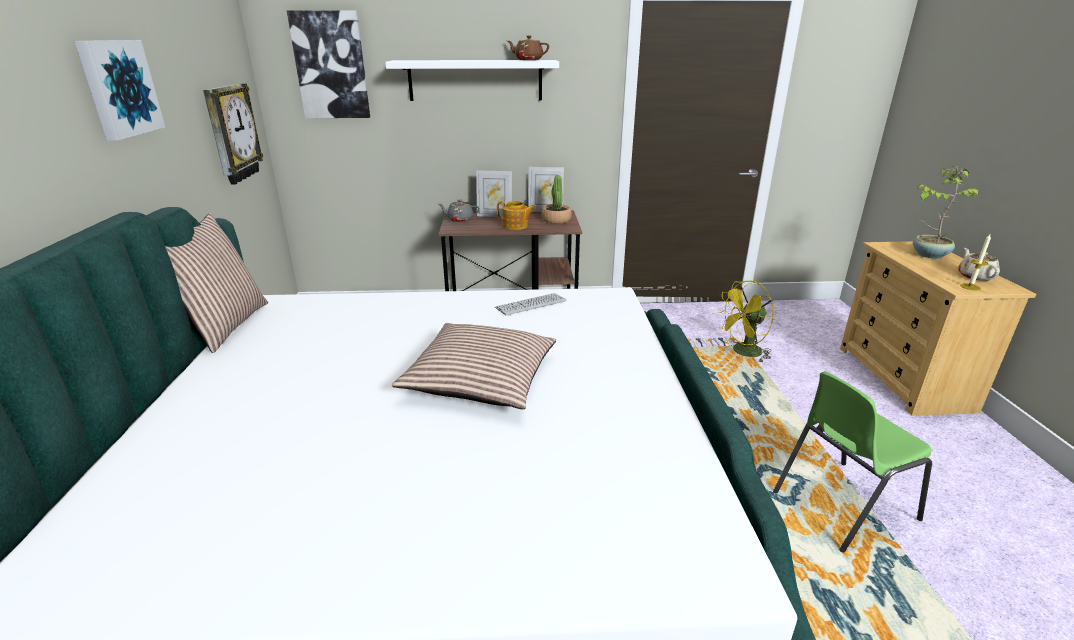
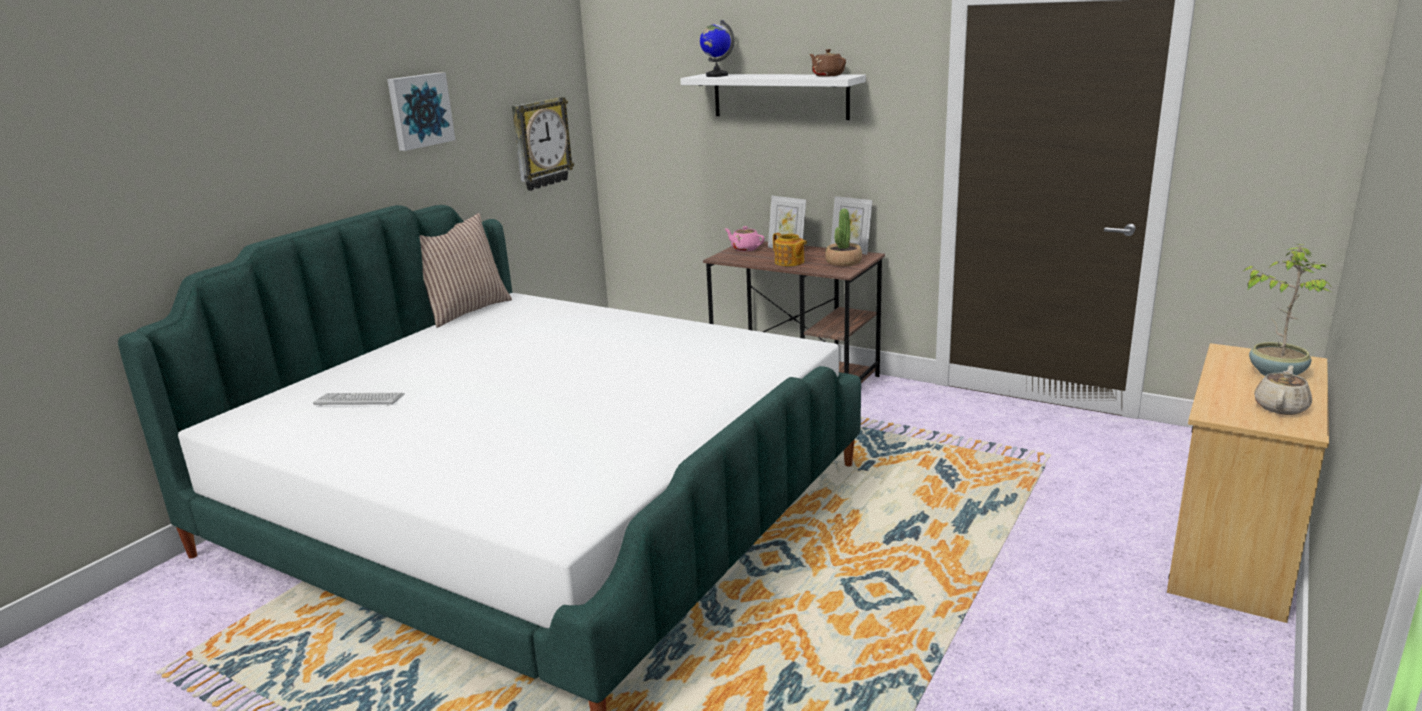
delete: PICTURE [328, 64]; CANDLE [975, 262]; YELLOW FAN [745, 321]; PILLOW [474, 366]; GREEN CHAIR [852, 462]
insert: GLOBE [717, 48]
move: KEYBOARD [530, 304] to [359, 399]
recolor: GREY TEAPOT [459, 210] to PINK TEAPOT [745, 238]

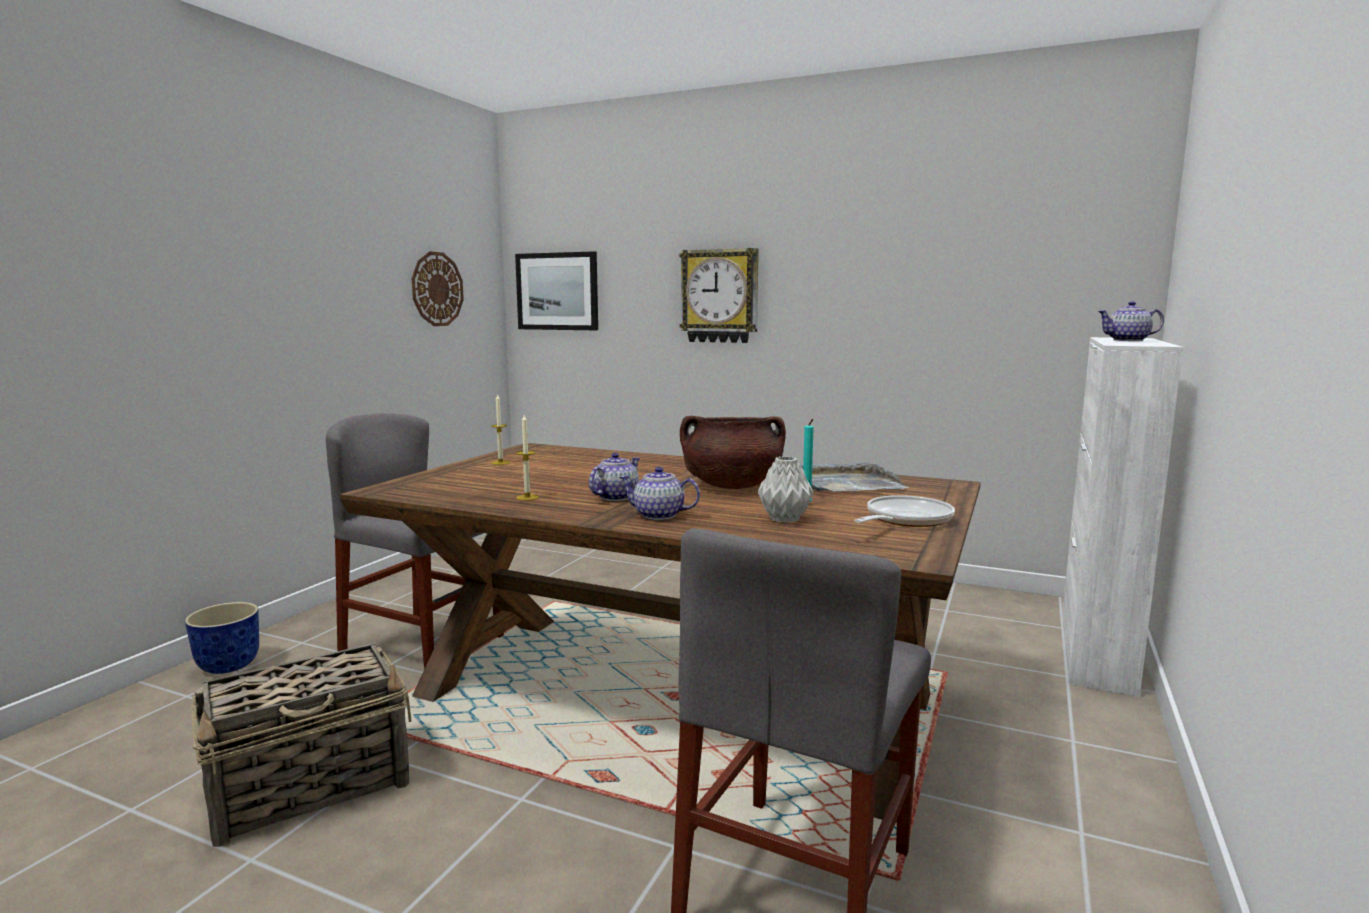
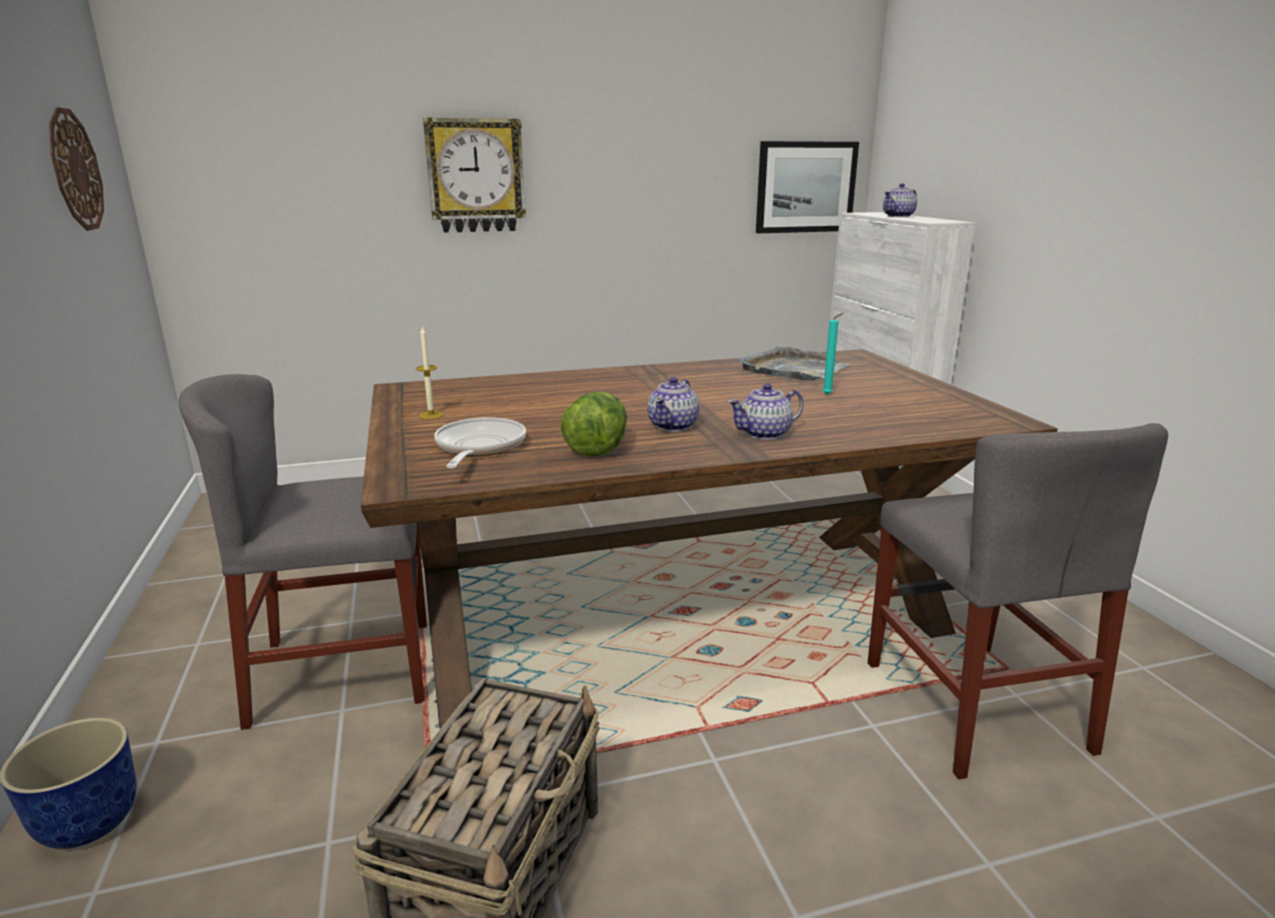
delete: BROWN COOKING POT [733, 452]; GREY VASE [786, 489]
move: PICTURE [556, 290] to [807, 187]; FRYING PAN [904, 511] to [480, 442]
replace: CANDLE [527, 458] to LETTUCE [594, 424]
rotate: TEAPOT [614, 477] = [673, 404] 150 degrees counterclockwise

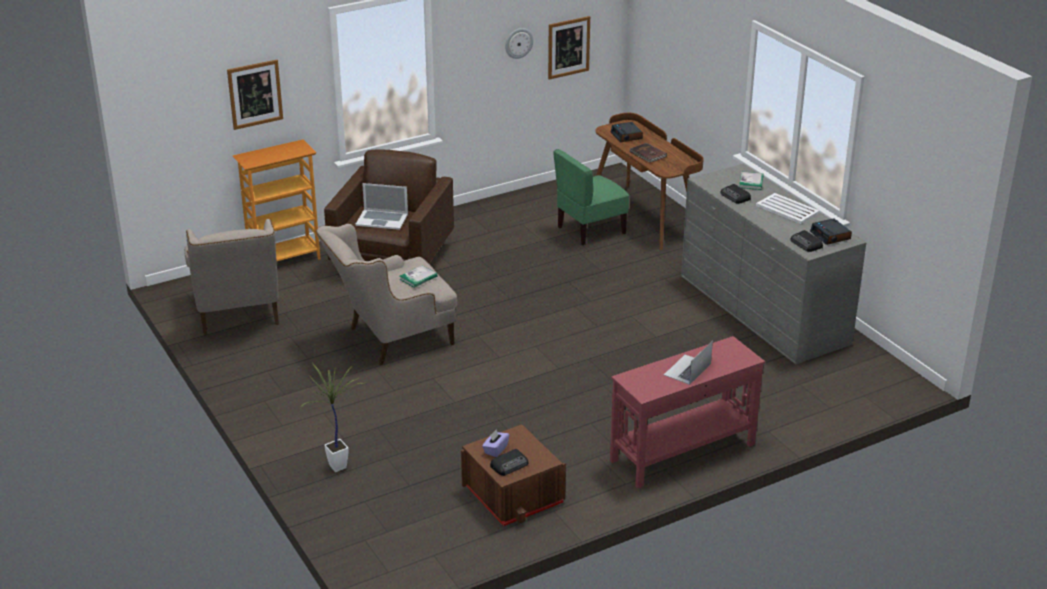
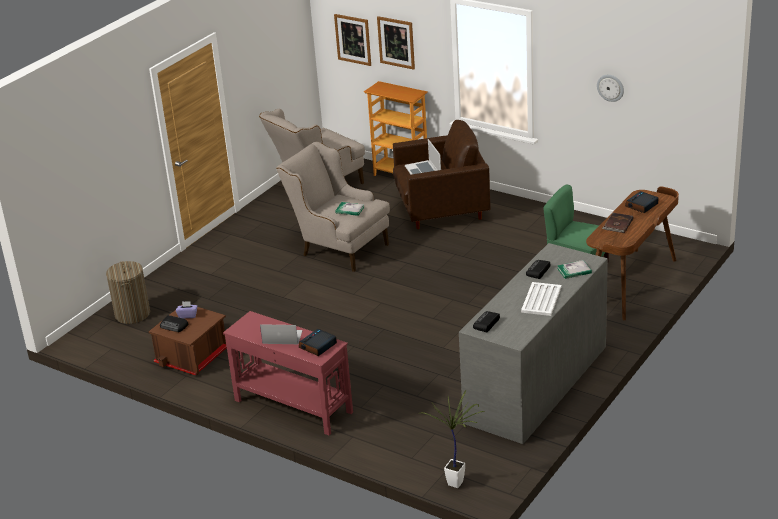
insert: LAUNDRY BASKET [128, 292]
move: PICTURE [569, 48] to [352, 40]; ALARM CLOCK [831, 231] to [318, 342]; POTTED PLANT [334, 417] to [451, 439]

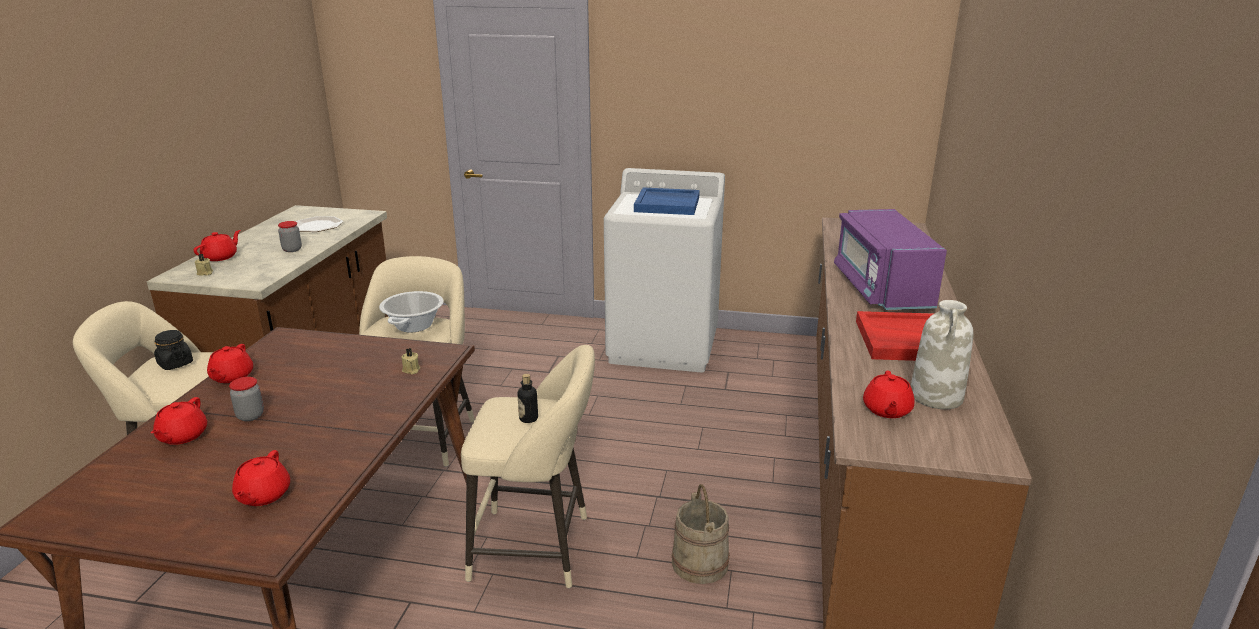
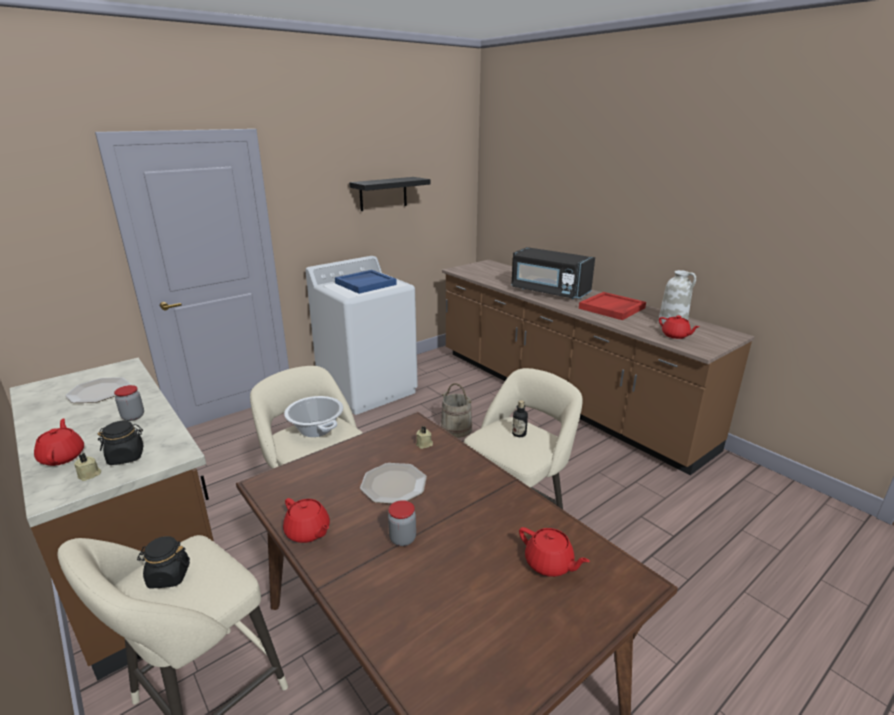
delete: RED TEAPOT [179, 421]
insert: BLACK SHELF [390, 194]; BLACK JAR [121, 443]; PLATE [393, 483]
move: BEIGE BUCKET [700, 534] to [456, 410]
recolor: PURPLE MICROWAVE [890, 259] to BLACK MICROWAVE [553, 273]

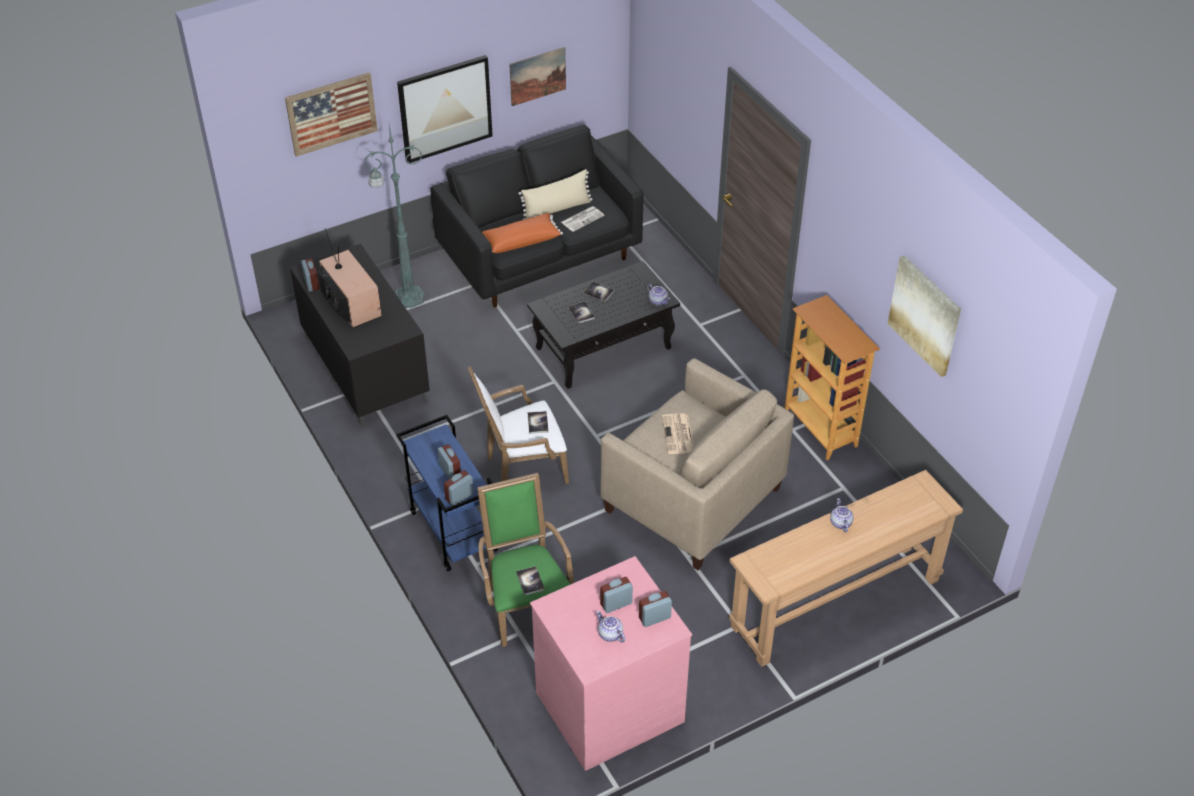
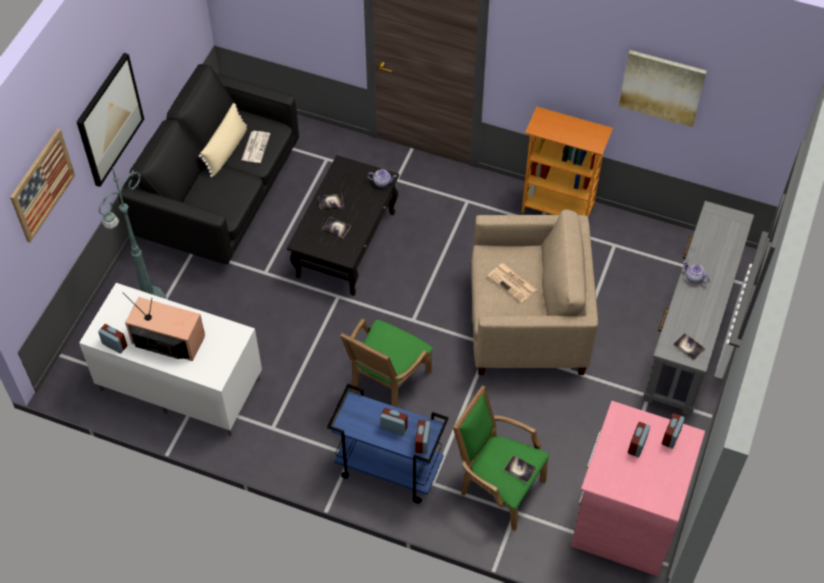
delete: PICTURE [537, 76]; ORANGE PILLOW [522, 233]; TEAPOT [610, 627]
move: BOOK [538, 422] to [689, 347]
recolor: BLACK TV STAND [360, 336] to WHITE TV STAND [170, 359]; WHITE ARMCHAIR [518, 425] to GREEN ARMCHAIR [386, 363]; BROWN CONSOLE TABLE [846, 568] to GREY CONSOLE TABLE [698, 308]

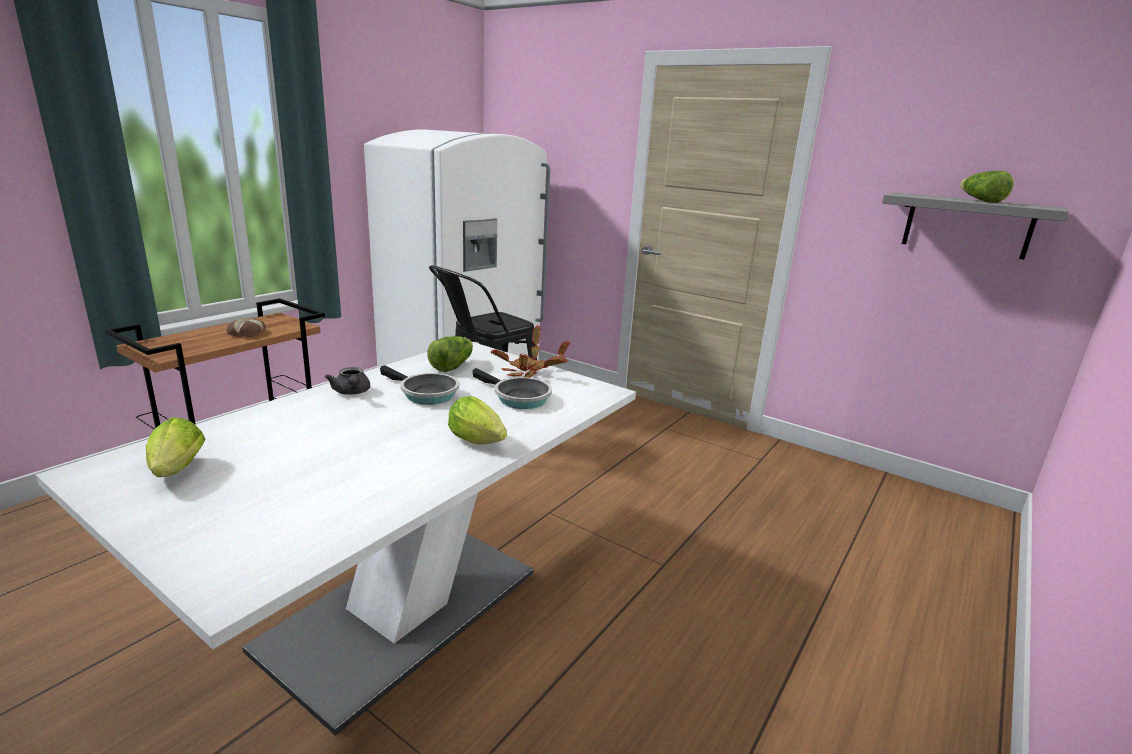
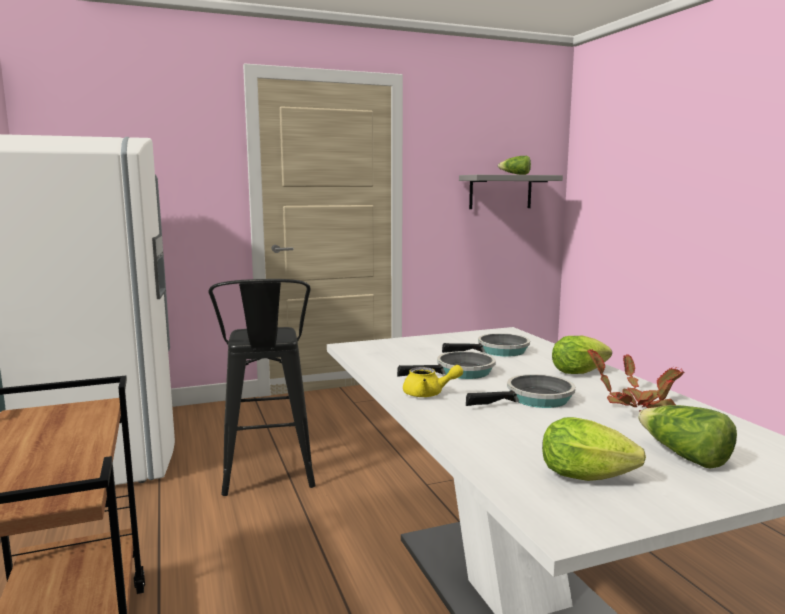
delete: BREAD [246, 327]
insert: FRYING PAN [520, 391]
move: POTTED PLANT [530, 352] to [635, 380]; LETTUCE [450, 354] to [687, 436]
recolor: GREY TEAPOT [347, 381] to YELLOW TEAPOT [433, 381]

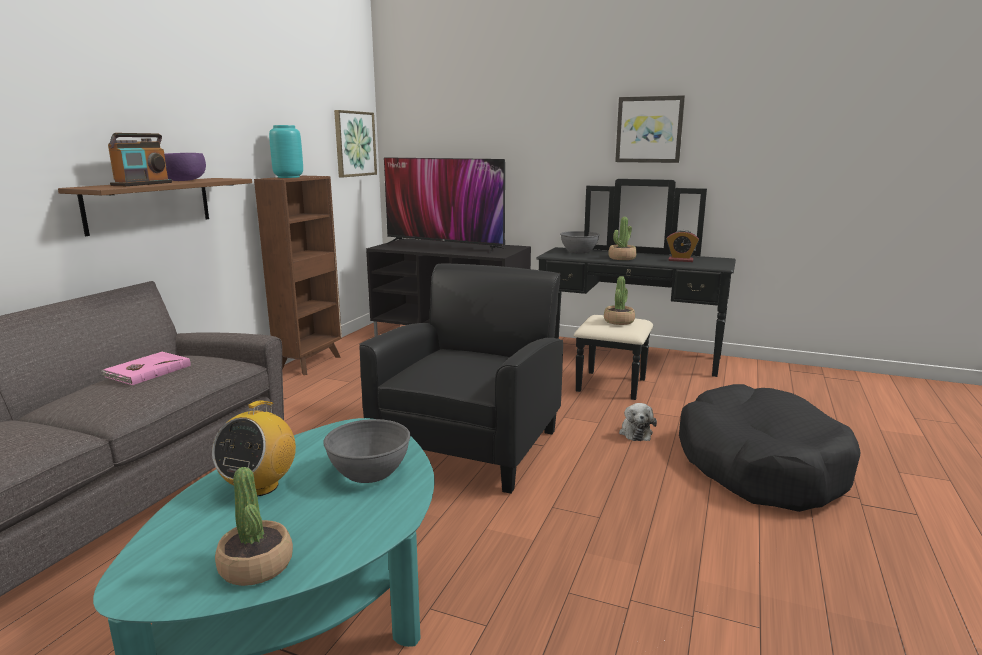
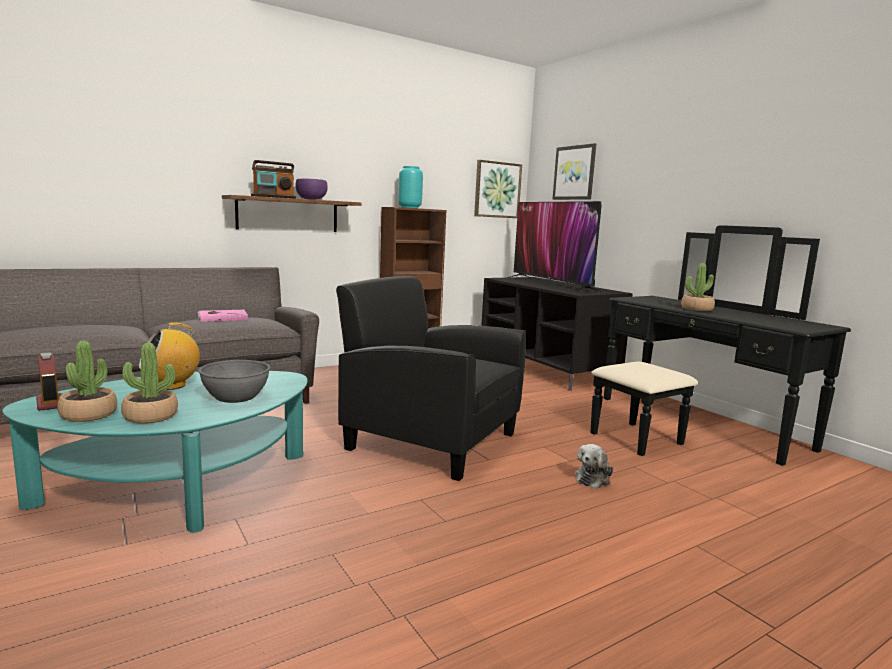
delete: GREY BOWL [580, 242]; BLACK DOG BED [769, 448]
move: PICTURE [650, 129] to [574, 171]; ALARM CLOCK [682, 246] to [49, 381]; POTTED PLANT [619, 300] to [149, 383]
rotate: BLACK ARMCHAIR [461, 378] = [431, 378] 120 degrees counterclockwise

